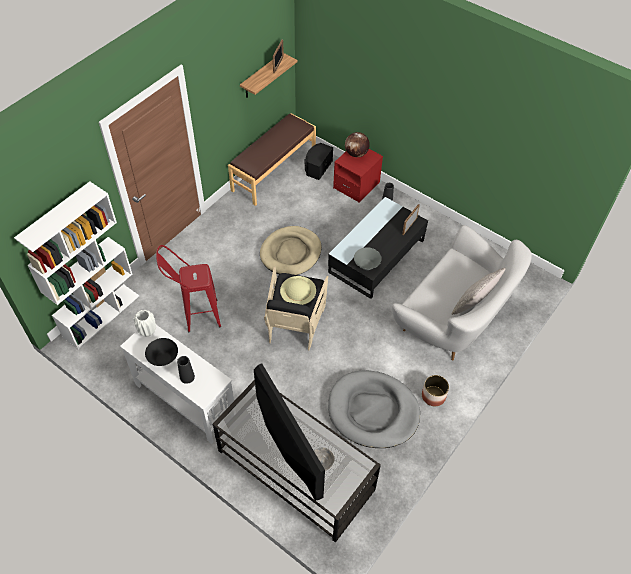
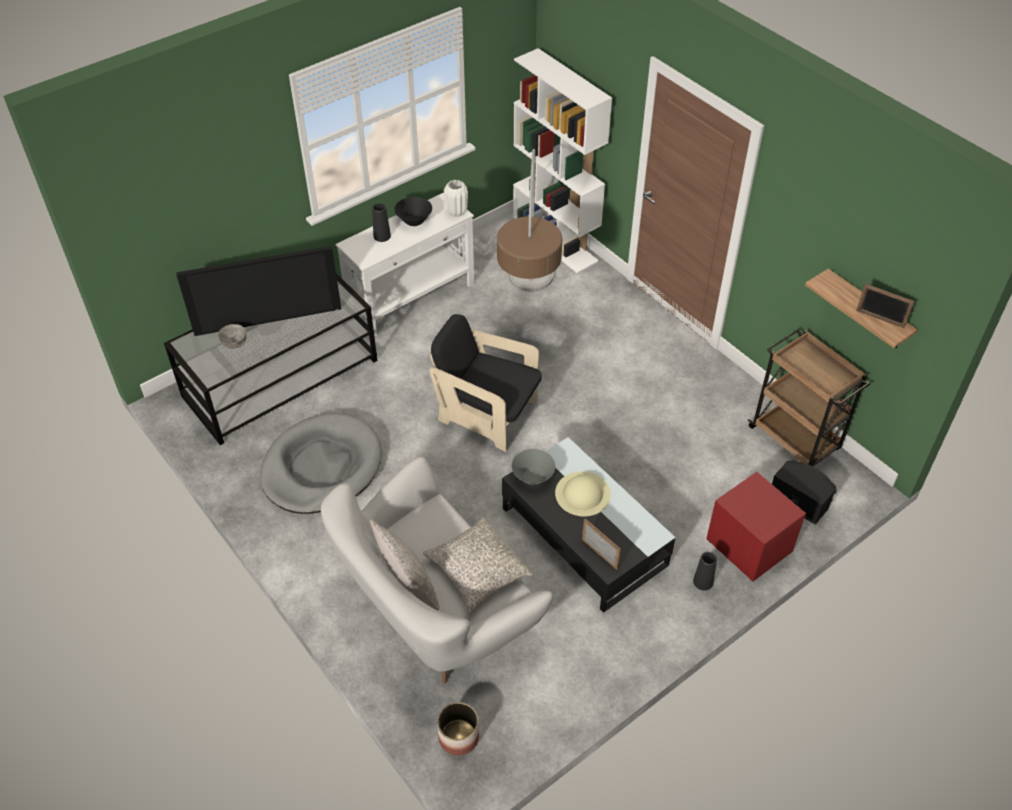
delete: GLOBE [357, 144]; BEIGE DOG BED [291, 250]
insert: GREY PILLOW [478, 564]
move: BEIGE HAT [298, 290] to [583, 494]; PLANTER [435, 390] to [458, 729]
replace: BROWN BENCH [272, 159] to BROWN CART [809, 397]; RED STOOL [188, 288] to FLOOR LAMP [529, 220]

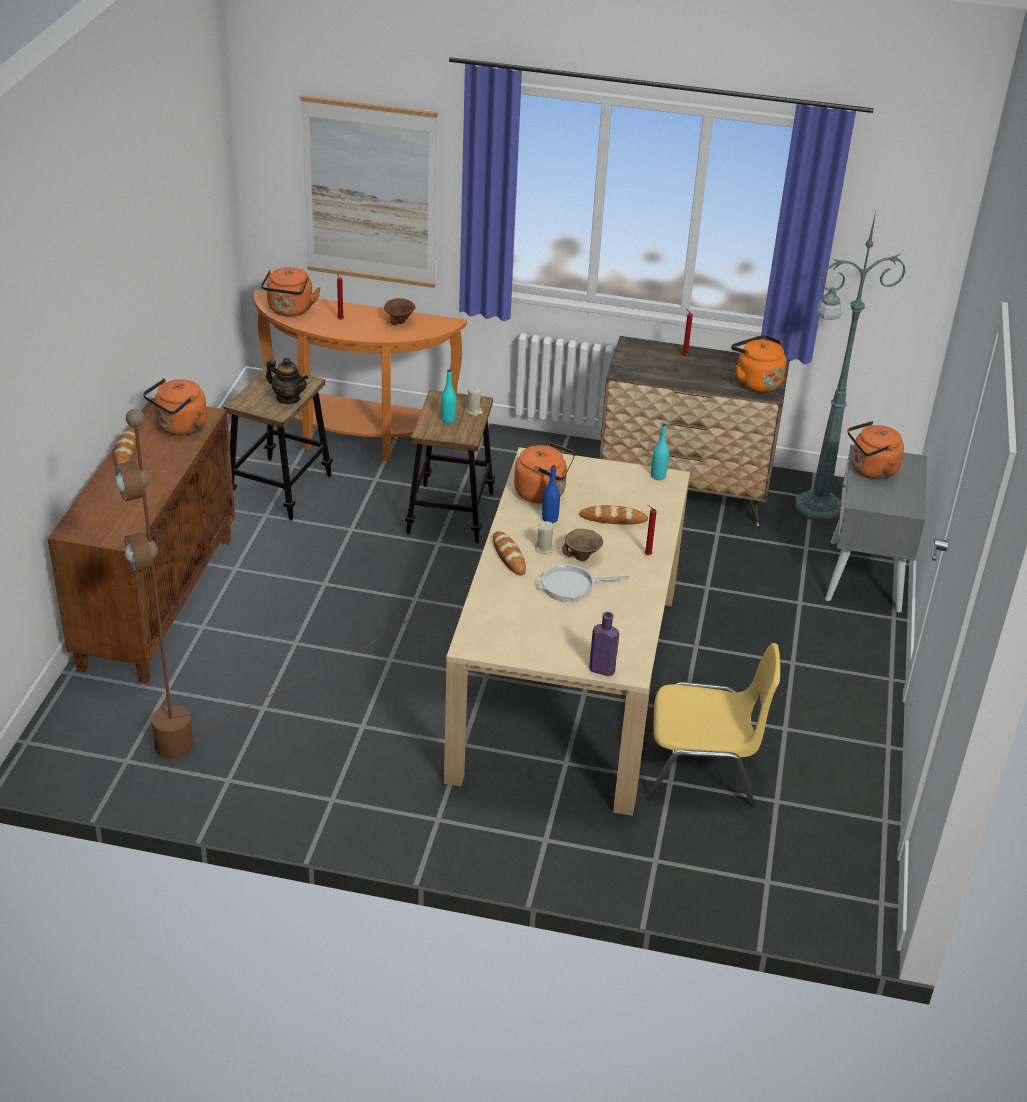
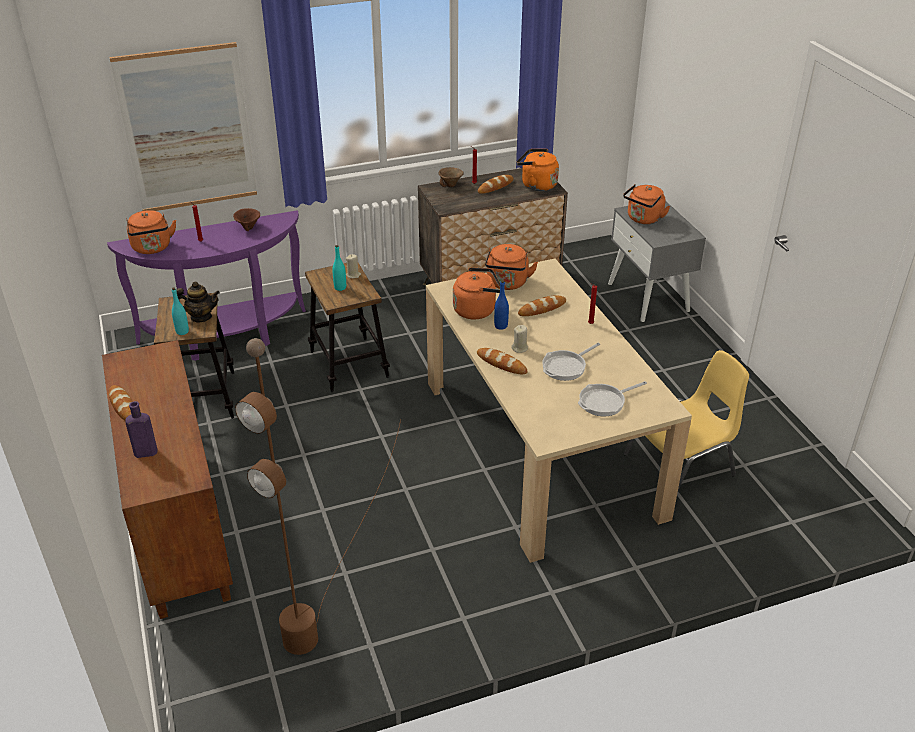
delete: GREEN FLOOR LAMP [850, 366]
insert: BREAD [496, 184]; FRYING PAN [612, 398]
move: ORANGE KETTLE [175, 406] to [511, 267]; TURQUOISE BOTTLE [660, 451] to [180, 311]; BROWN BOWL [582, 545] to [451, 177]; PURPLE BOTTLE [604, 644] to [141, 429]
recolor: ORANGE CONSOLE TABLE [360, 375] to PURPLE CONSOLE TABLE [206, 285]

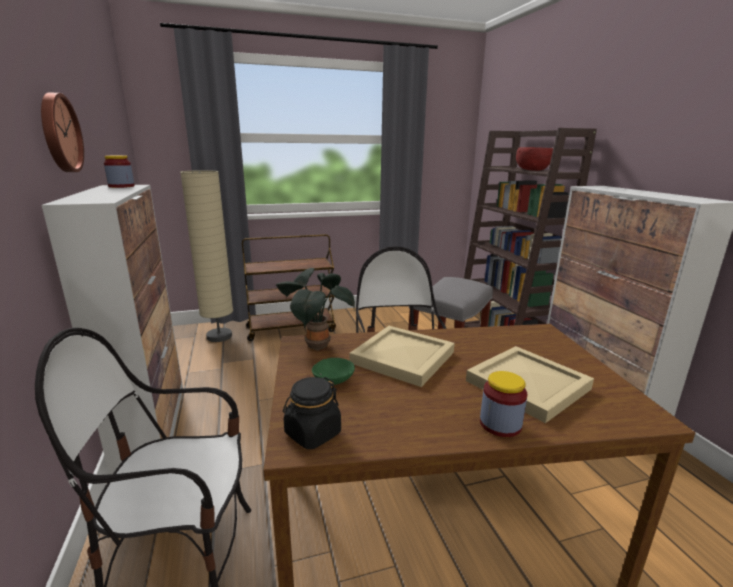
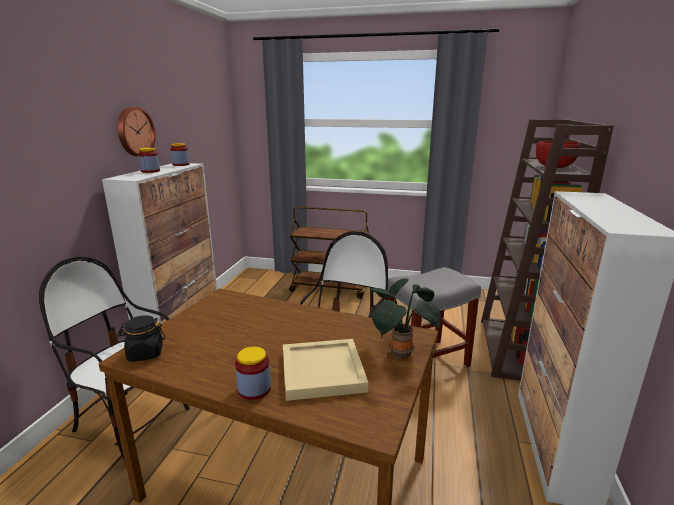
delete: BEIGE FLOOR LAMP [206, 256]; BEIGE TRAY [402, 356]; GREEN BOWL [333, 371]
insert: JAR [149, 160]
move: POTTED PLANT [315, 309] to [405, 318]

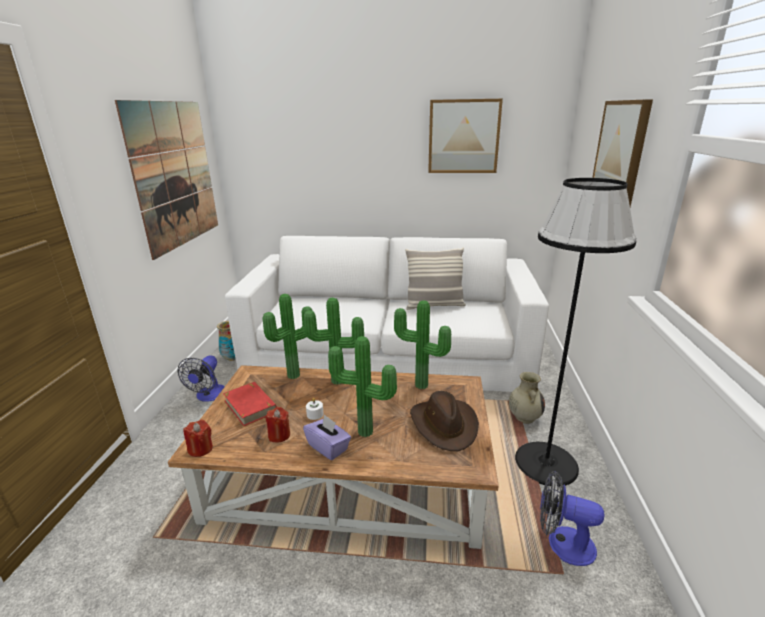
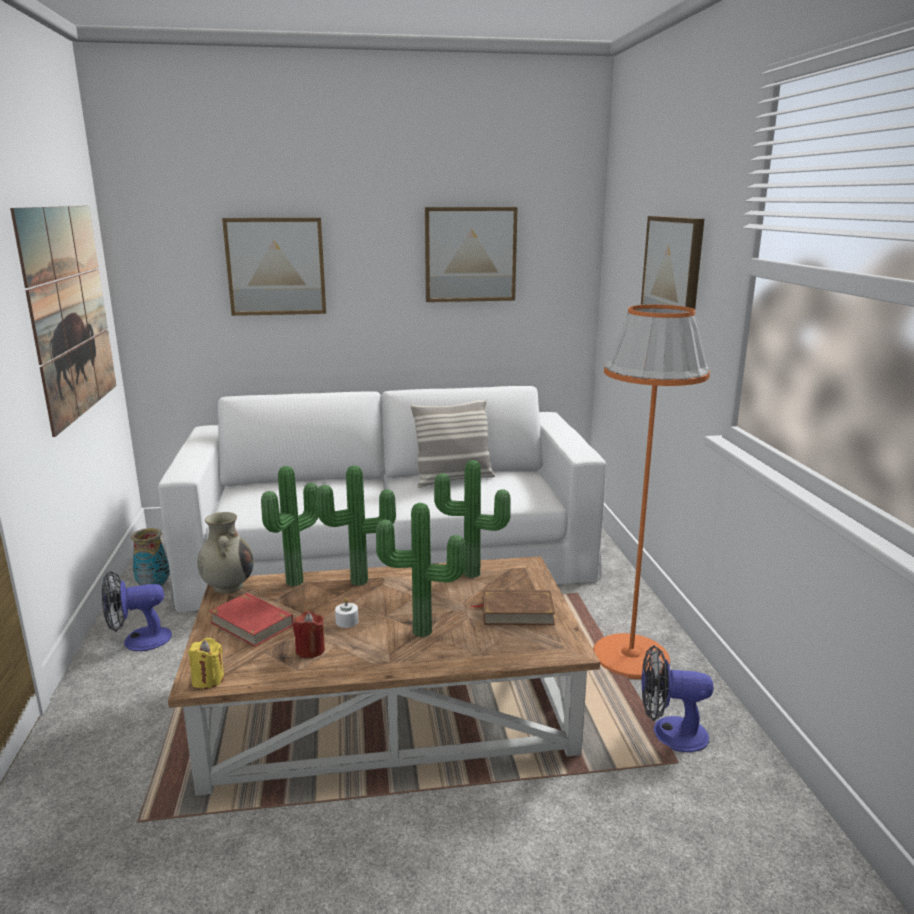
delete: PURPLE TISSUE BOX [327, 437]
insert: PICTURE [274, 267]
move: BEIGE VASE [527, 398] to [225, 552]
replace: BROWN HAT [444, 421] to BROWN BOOK [513, 607]
recolor: BLACK FLOOR LAMP [575, 332] to ORANGE FLOOR LAMP [651, 492]; RED CANDLE [198, 438] to YELLOW CANDLE [206, 663]
rotate: FAN [201, 378] = [137, 611] 75 degrees clockwise

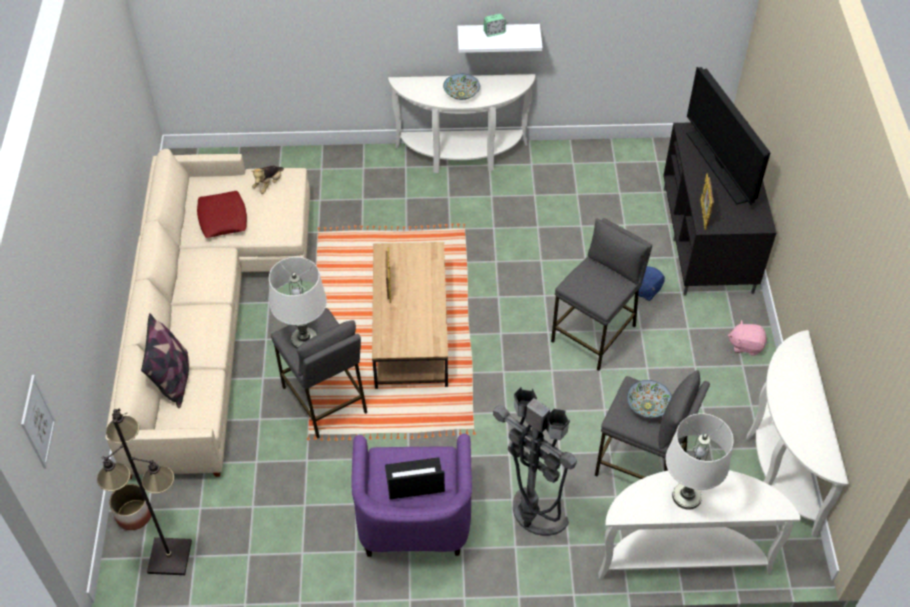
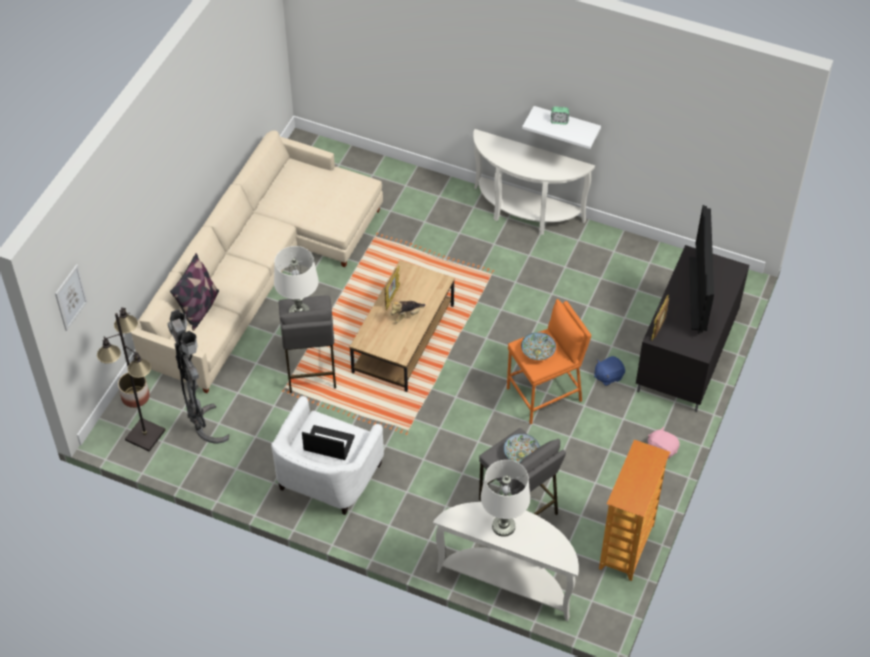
delete: RED PILLOW [222, 214]
move: BOWL [461, 87] to [538, 346]; PLUSH TOY [267, 179] to [407, 312]; GREY FLOOR LAMP [535, 461] to [198, 376]
replace: WHITE CONSOLE TABLE [797, 433] to BOOKCASE [634, 510]
recolor: GREY STOOL [601, 294] to ORANGE STOOL [549, 361]; PURPLE ARMCHAIR [411, 495] to WHITE ARMCHAIR [327, 455]

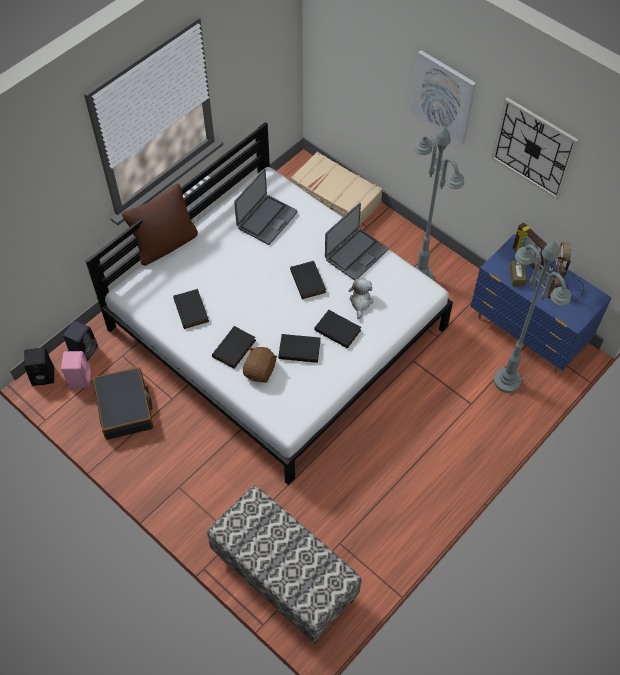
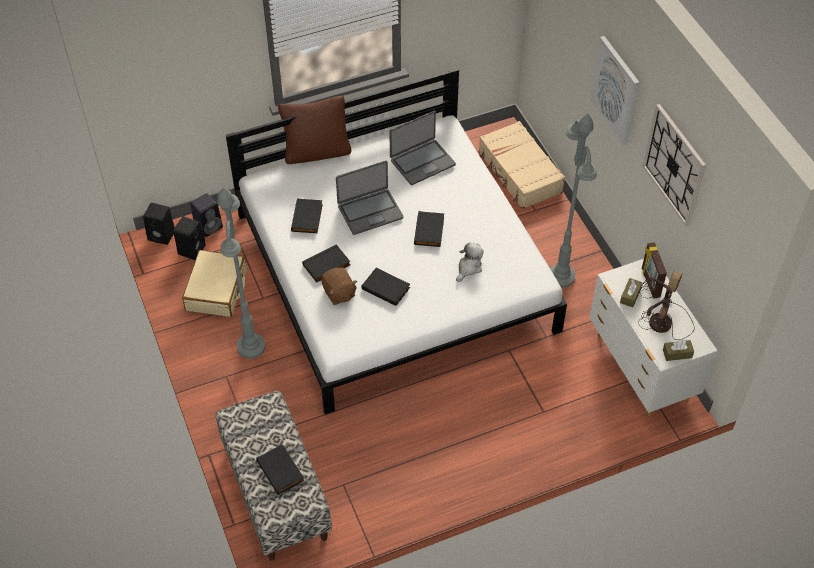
insert: BROWN TISSUE BOX [678, 350]
move: LAPTOP [356, 242] to [370, 198]; GREY FLOOR LAMP [532, 317] to [241, 273]; BLACK BOOK [337, 329] to [280, 469]
recolor: BLUE DRESSER [541, 303] to WHITE DRESSER [653, 338]; PINK SPEAKER [76, 369] to BLACK SPEAKER [189, 238]; BLACK SUITCASE [123, 403] to BEIGE SUITCASE [214, 283]
rotate: BROWN PLUSH TOY [260, 365] = [339, 286] 105 degrees clockwise

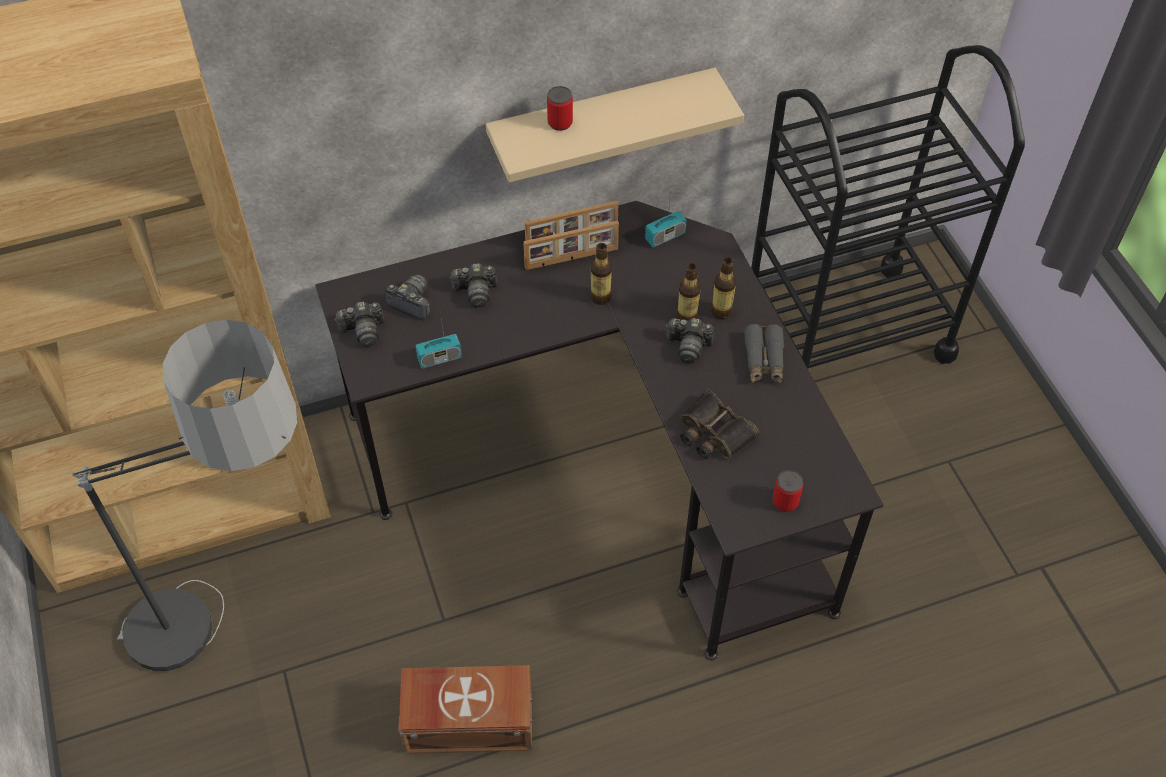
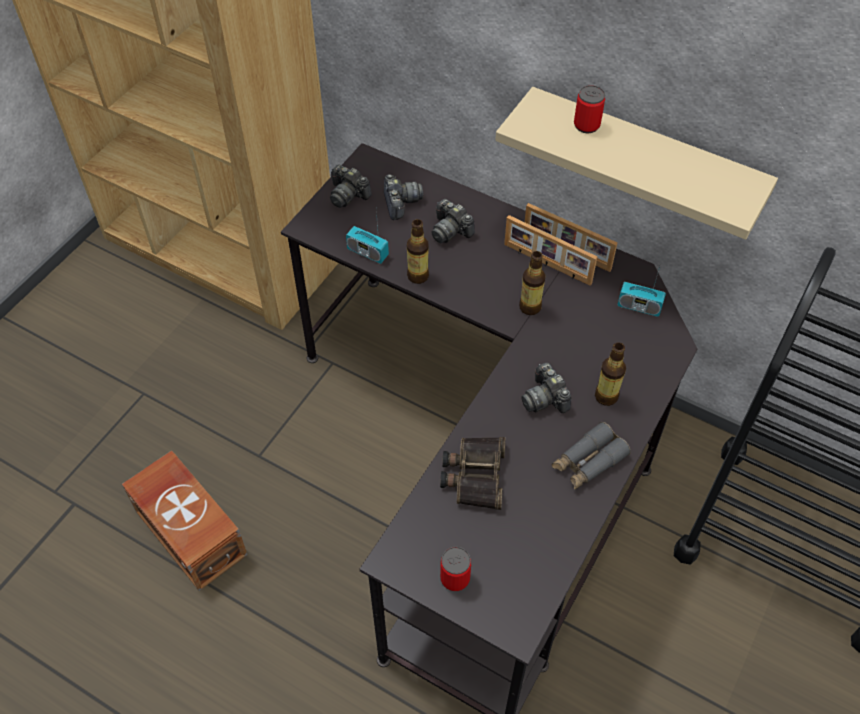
delete: FLOOR LAMP [185, 495]
move: BOTTLE [688, 291] to [418, 251]

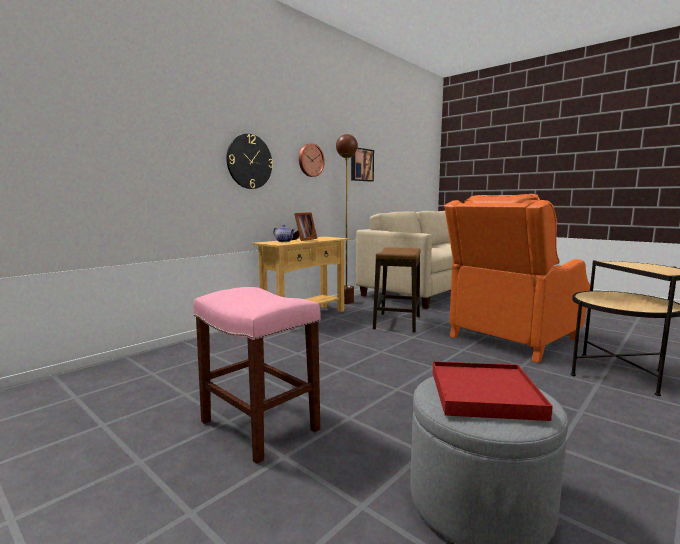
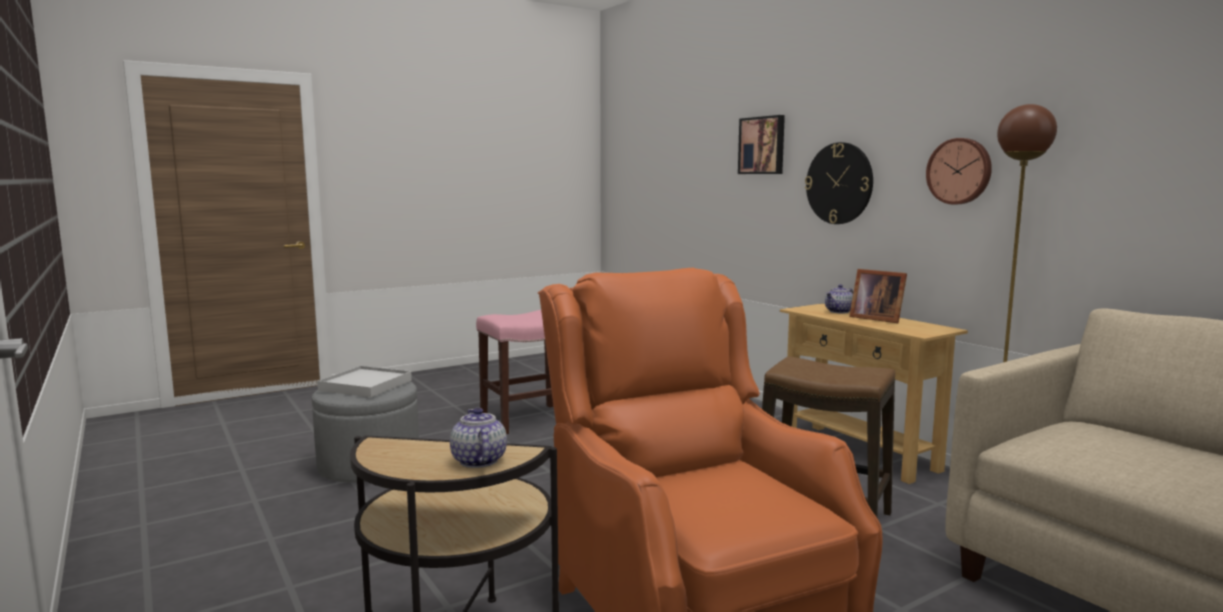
insert: TEAPOT [478, 438]
move: PICTURE [362, 165] to [761, 144]
recolor: RED TRAY [493, 391] to WHITE TRAY [364, 381]

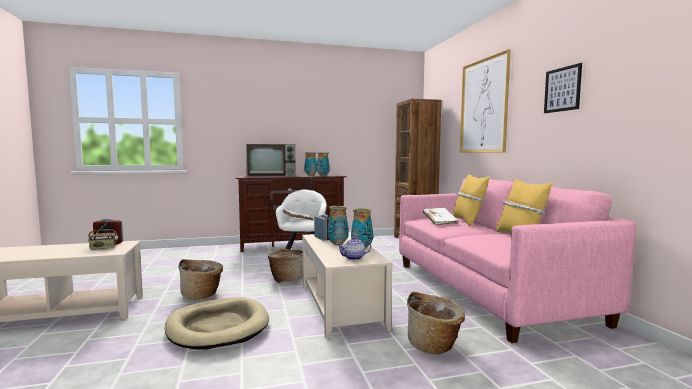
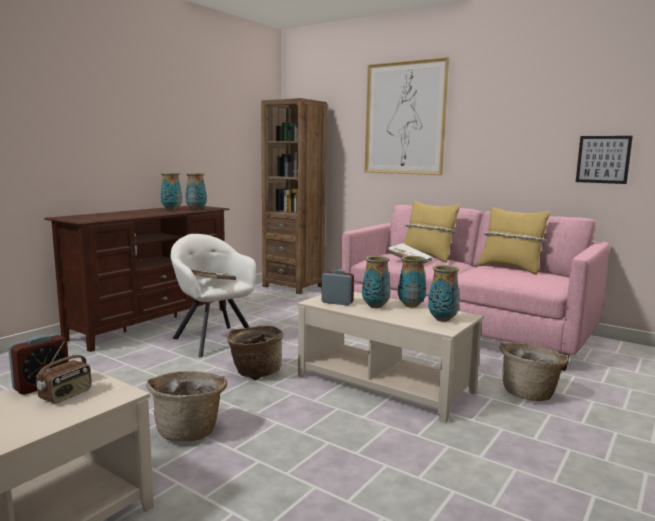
delete: TELEVISION [271, 160]; BEIGE DOG BED [217, 323]
move: PICTURE [563, 88] to [604, 160]
replace: TEAPOT [354, 248] to VASE [444, 293]

